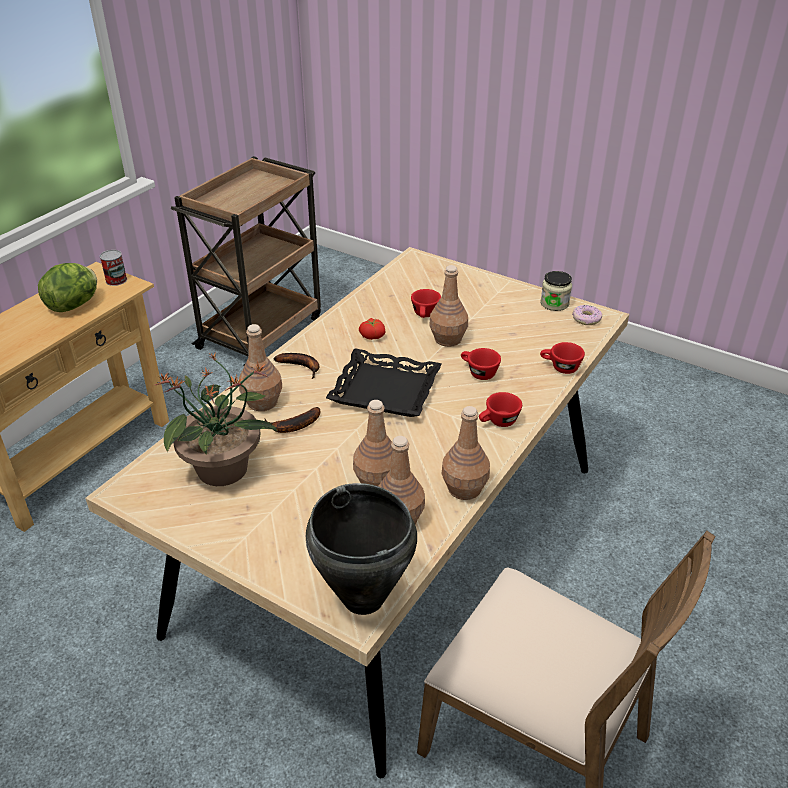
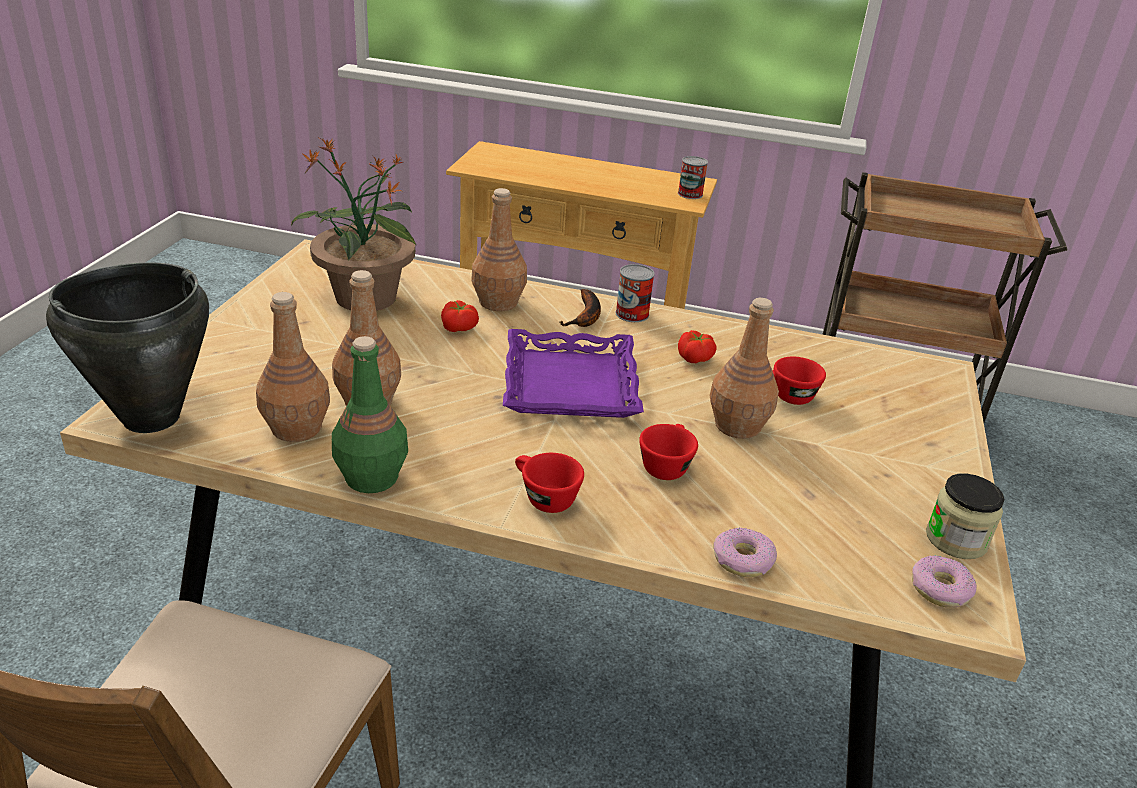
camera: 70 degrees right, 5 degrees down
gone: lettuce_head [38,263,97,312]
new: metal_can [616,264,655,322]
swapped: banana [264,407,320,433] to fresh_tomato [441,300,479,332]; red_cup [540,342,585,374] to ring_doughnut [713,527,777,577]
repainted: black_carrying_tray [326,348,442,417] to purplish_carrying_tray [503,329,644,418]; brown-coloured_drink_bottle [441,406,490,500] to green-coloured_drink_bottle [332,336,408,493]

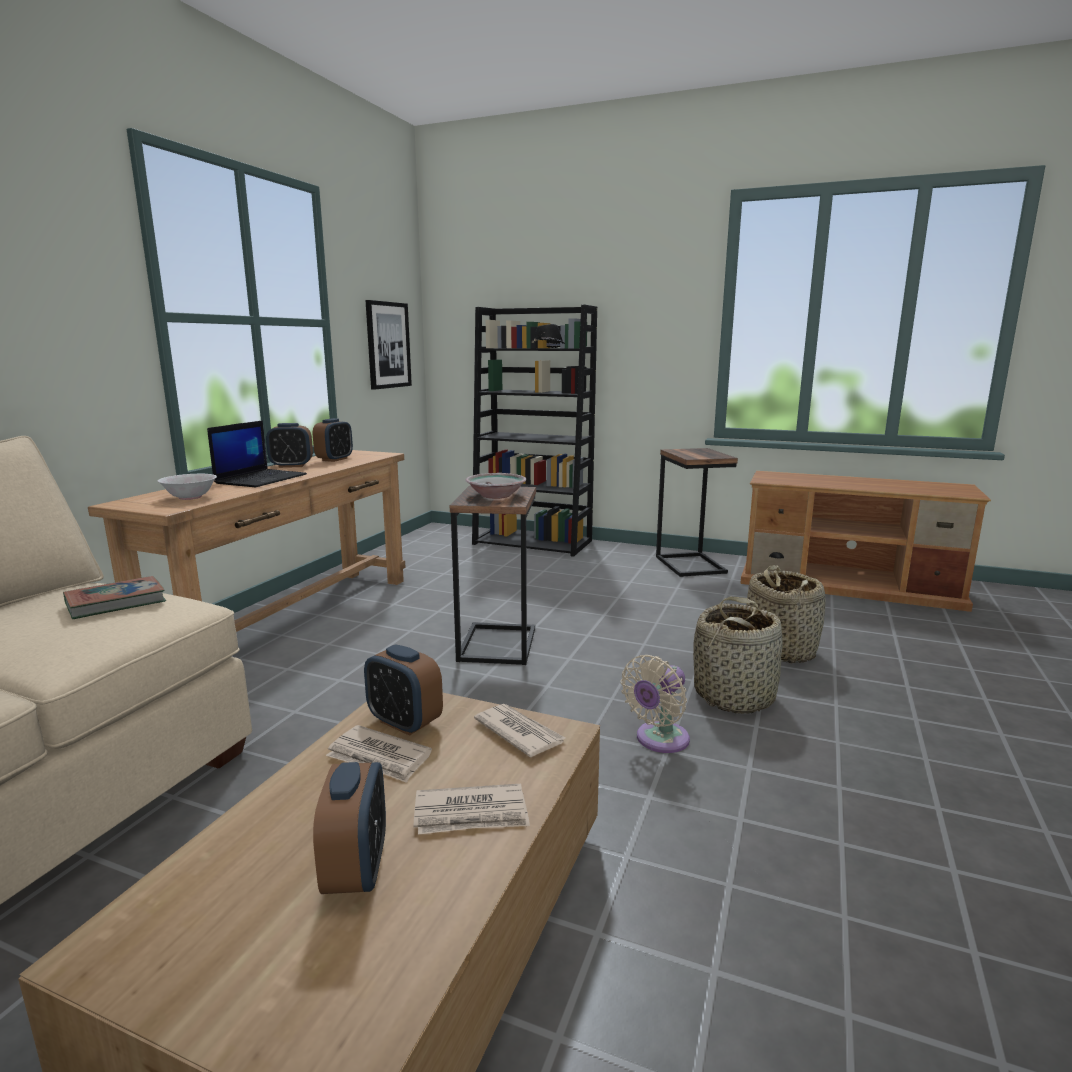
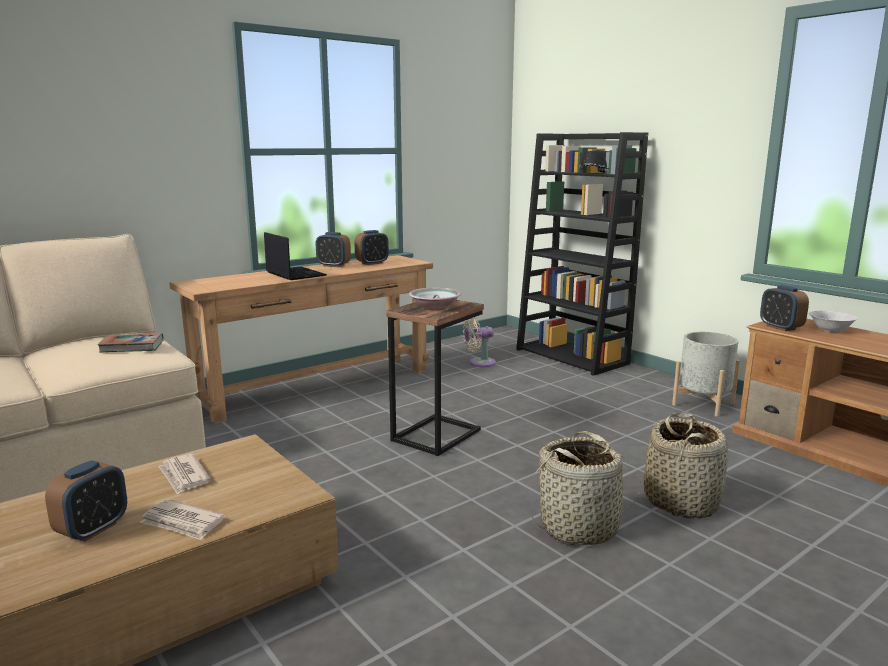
camera: 30 degrees right, 0 degrees up
gone: wall_picture [365,300,412,390]; printed_paper [474,704,565,757]
shifted: white-coloured_deep_dish [158,474,217,500] to [809,311,858,333]; bedside_clock [364,645,443,736] to [760,285,809,331]; beige-coloured_electric_fan [621,655,690,753] to [463,317,496,367]
swapped: end_table [656,448,738,577] to greyish_planter [672,332,740,417]
rotated: portable_computer [207,420,307,487] = [264,232,327,280] 90 degrees counterclockwise

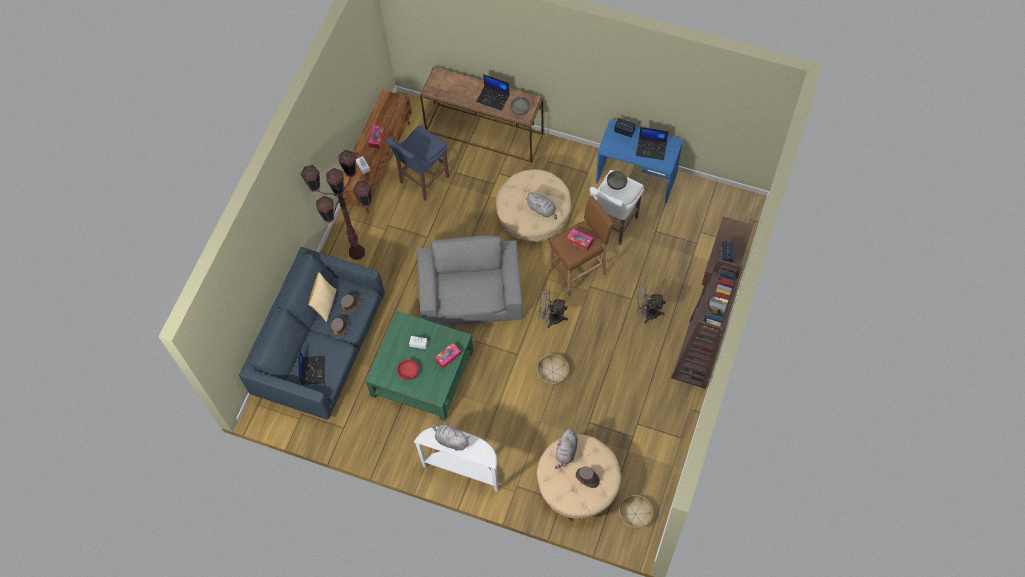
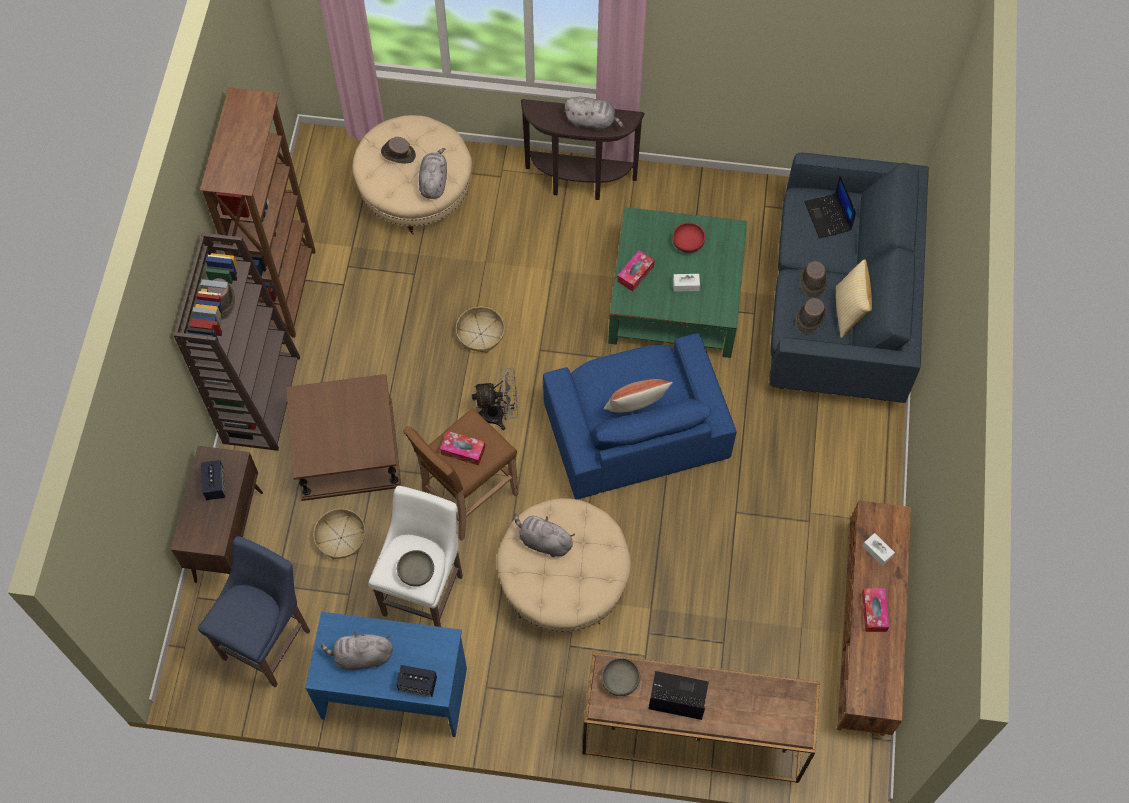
camera: 165 degrees right, 0 degrees up
gone: brown-coloured_floor_lamp [301,150,372,260]
new: brown-coloured_shelving_unit [200,87,316,338]; pillow [604,379,673,413]
shifted: bluish_sitting_stool [386,125,449,201] to [198,536,310,688]; household_basket [619,495,653,528] to [313,509,366,560]
swapped: portable_computer [636,127,669,160] to greyish_cuddly_toy [321,631,393,670]; greyish_electric_fan [637,285,666,323] to brown-coloured_end_table [286,374,401,501]
repainted: white-coloured_narrow_table [414,426,498,492] to brown-coloured_narrow_table [521,99,645,200]; greyish_armchair [417,236,523,326] to bluish_armchair [543,333,737,499]

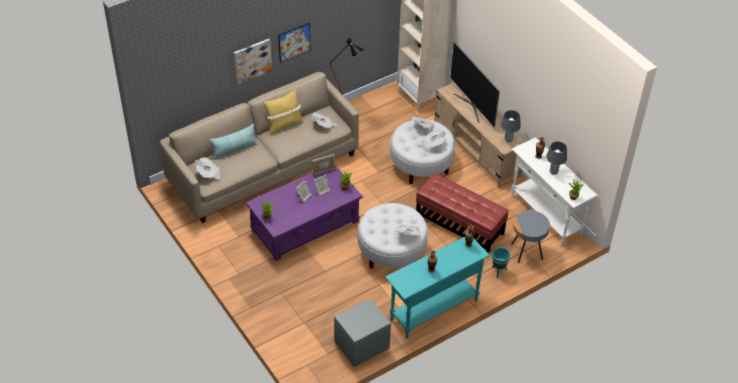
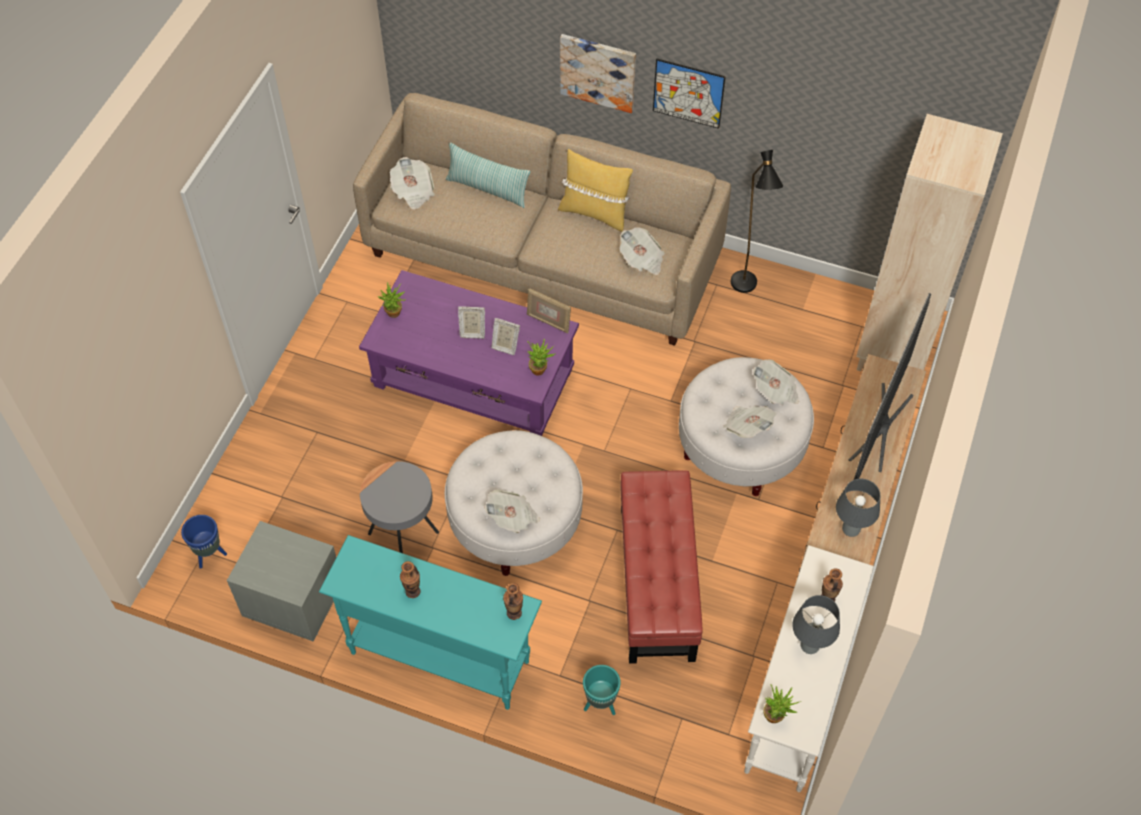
camera: 55 degrees right, 10 degrees up
new: bluish_planter [181,515,227,569]
shifted: greyish_end_table [511,210,550,263] to [360,461,439,553]

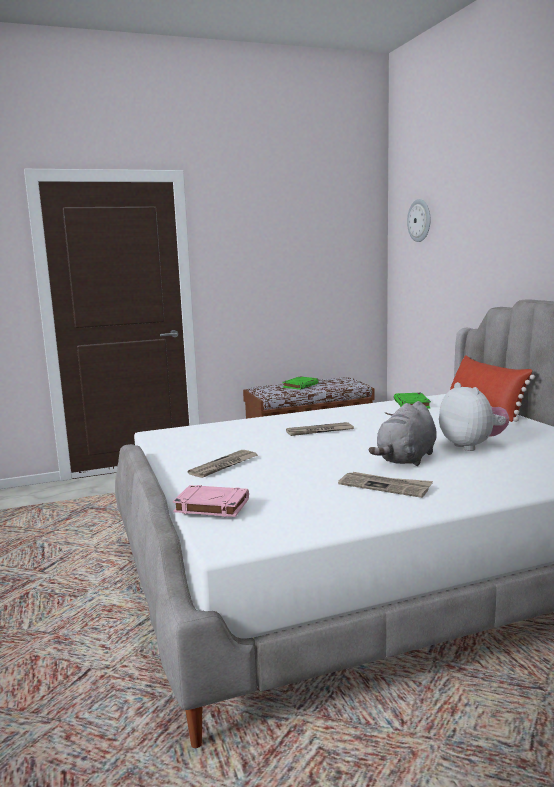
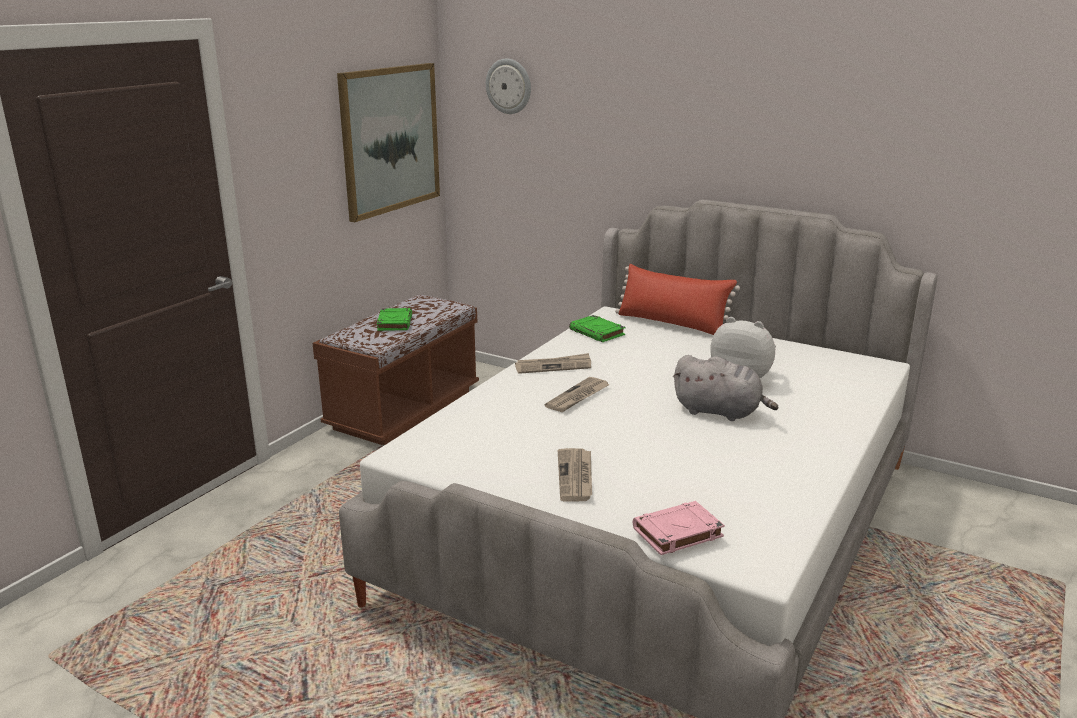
camera: 40 degrees left, 10 degrees up
new: wall_picture [337,63,440,222]
shifted: printed_paper [338,472,433,498] to [515,353,591,374]
rotated: greyish_cuddly_toy [369,401,437,466] = [673,355,778,421] 60 degrees counterclockwise

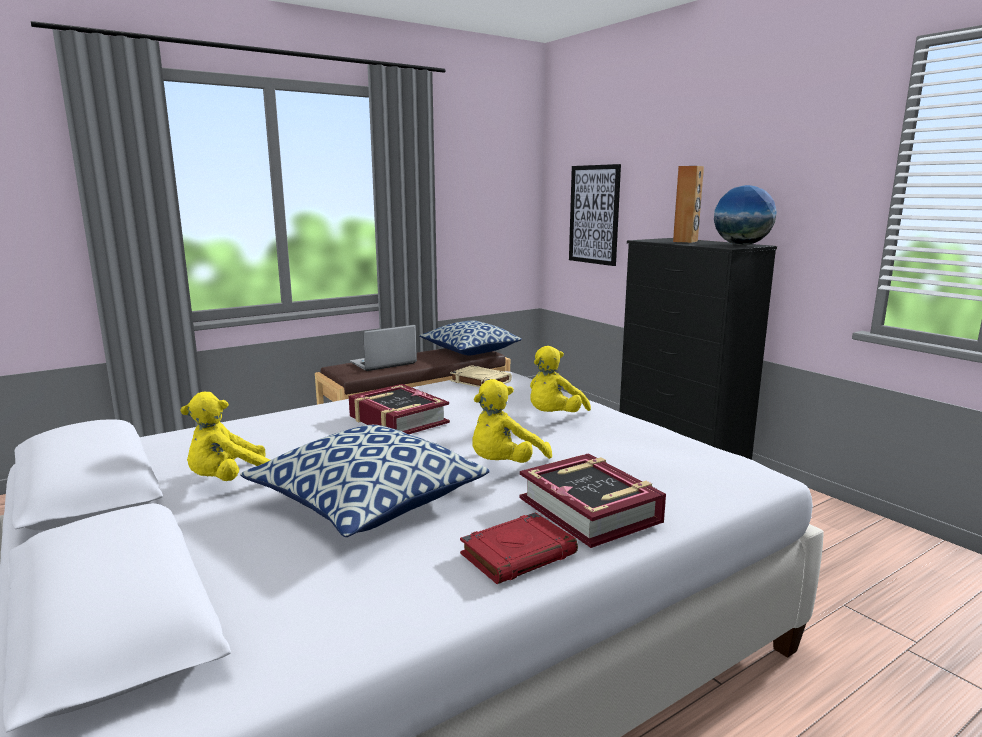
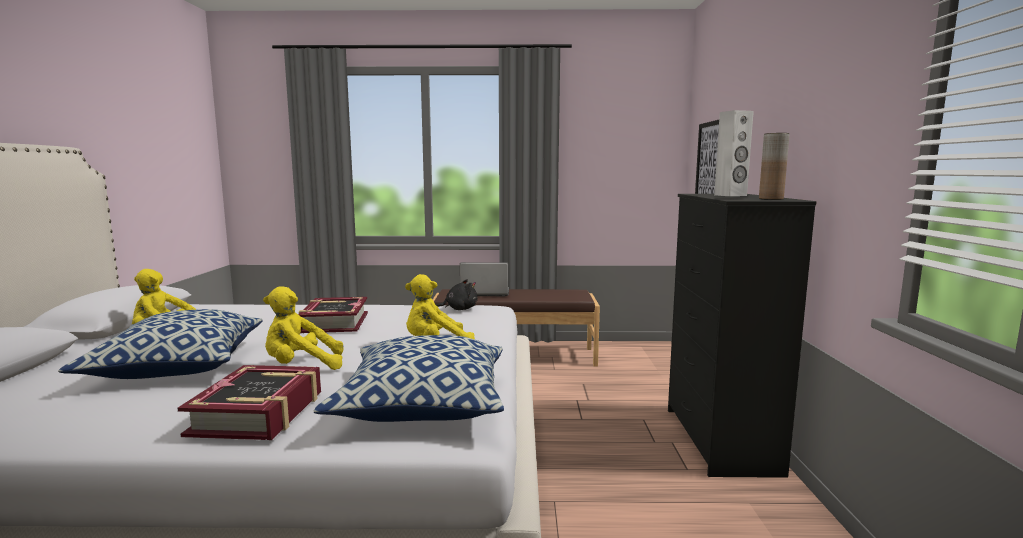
camera: 35 degrees right, 5 degrees down
gone: red_bound_book [460,512,578,584]
shifted: pillow [419,320,522,355] to [313,335,504,422]
swapped: beige-coloured_bound_book [450,365,512,387] to black_cuddly_toy [436,279,478,310]; desk_globe [714,185,777,245] to brown-coloured_vase [759,133,790,200]
repainted: brown-coloured_loudspeaker [673,166,704,243] to white-coloured_loudspeaker [714,110,754,196]

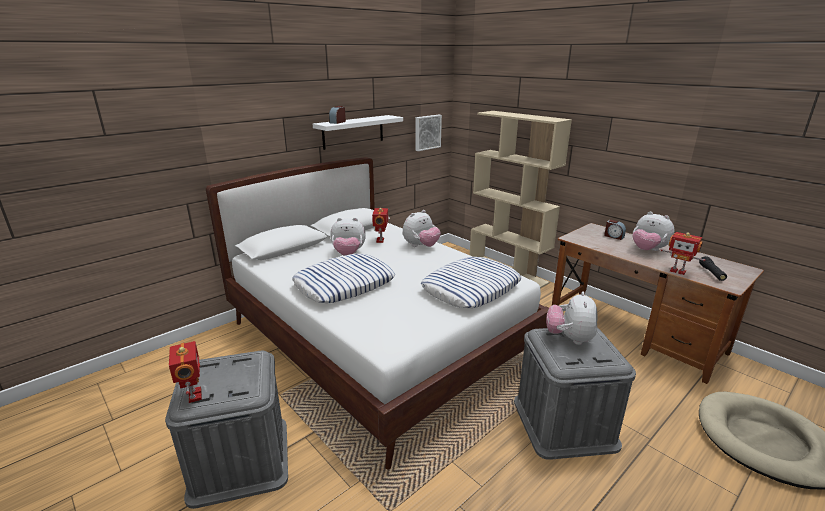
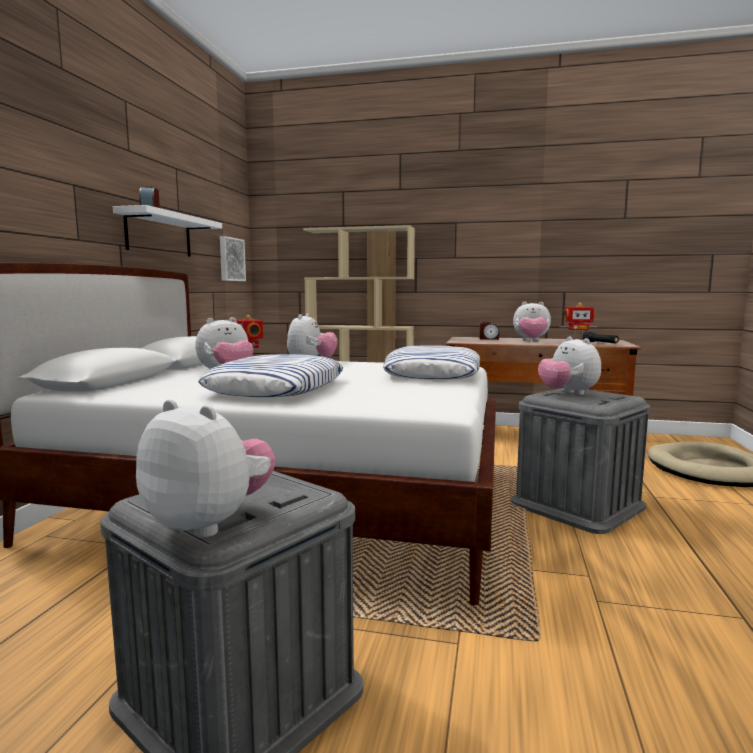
camera: 35 degrees left, 15 degrees down
swapped: model_robot [169,341,202,403] to cuddly_toy [136,399,275,538]

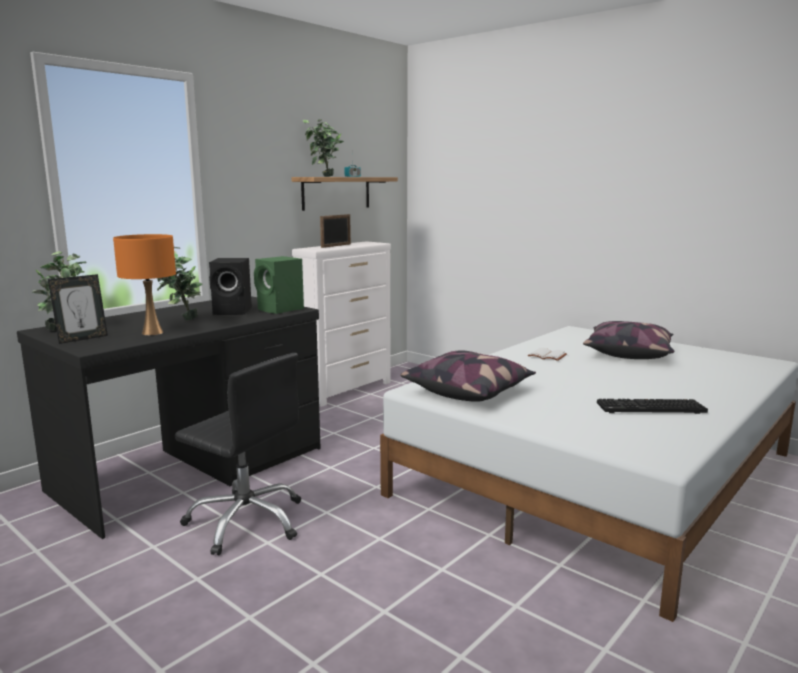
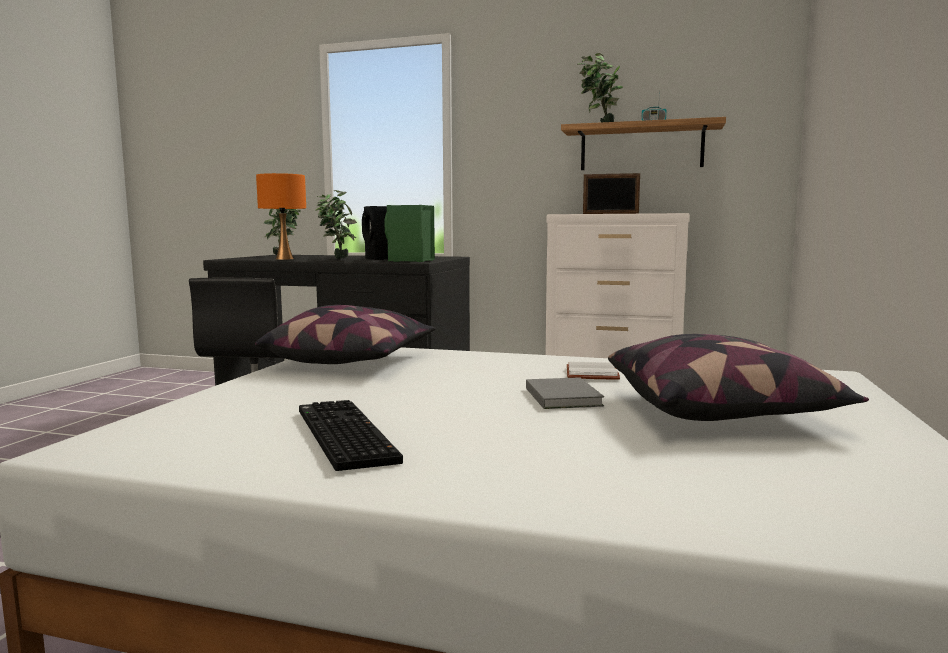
camera: 65 degrees right, 5 degrees down
gone: photo_frame [48,274,108,344]
new: greyish_bound_book [526,377,604,409]

